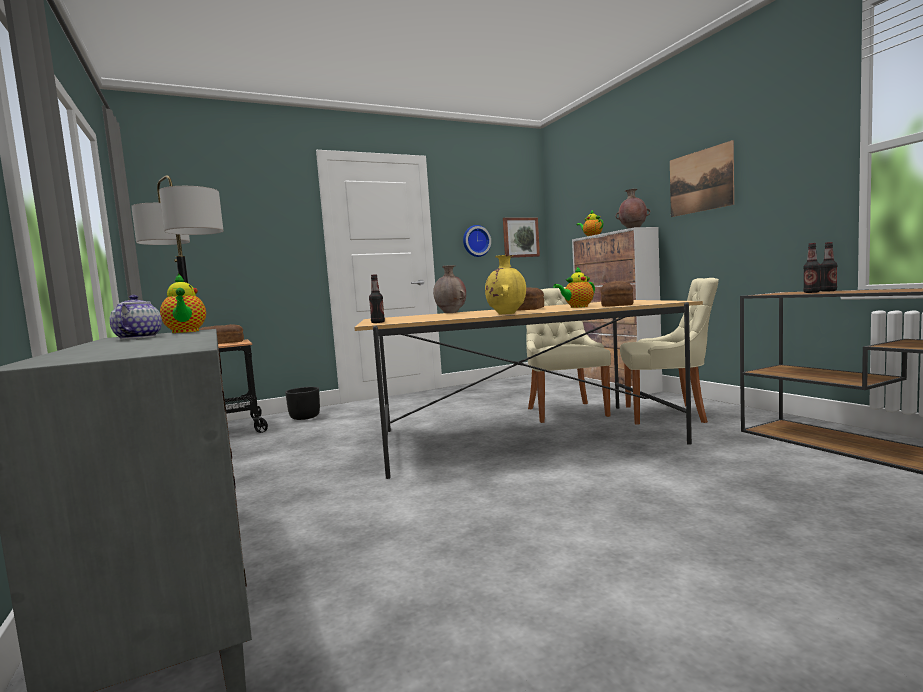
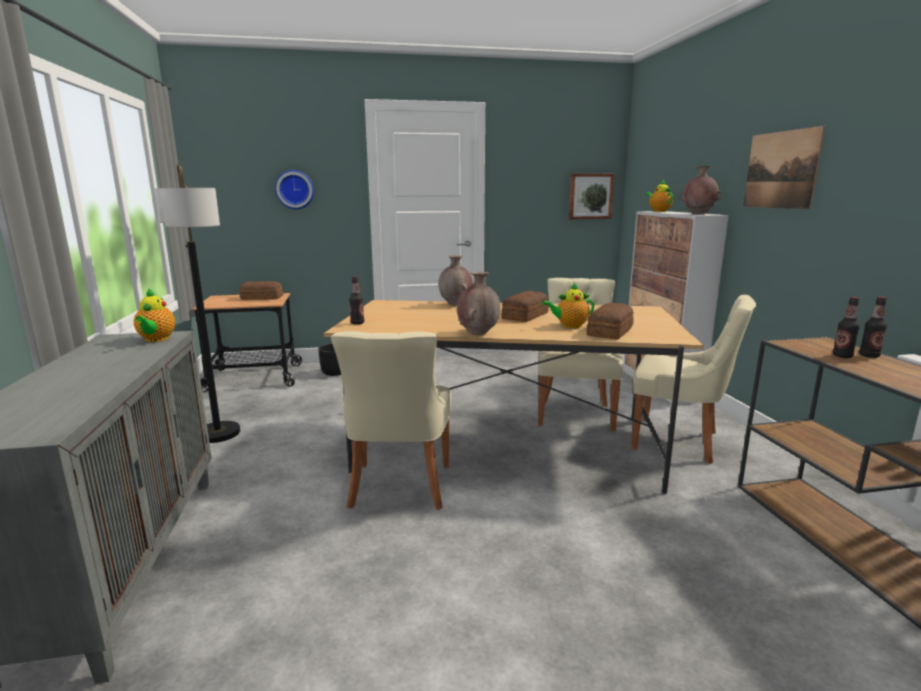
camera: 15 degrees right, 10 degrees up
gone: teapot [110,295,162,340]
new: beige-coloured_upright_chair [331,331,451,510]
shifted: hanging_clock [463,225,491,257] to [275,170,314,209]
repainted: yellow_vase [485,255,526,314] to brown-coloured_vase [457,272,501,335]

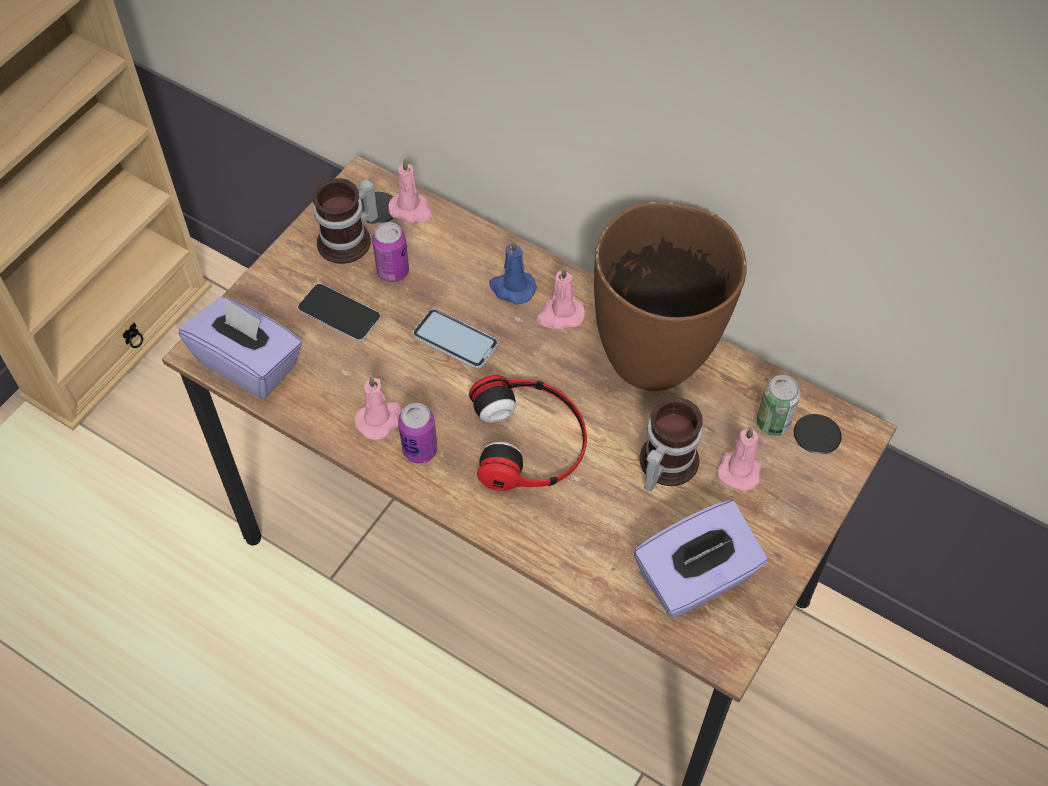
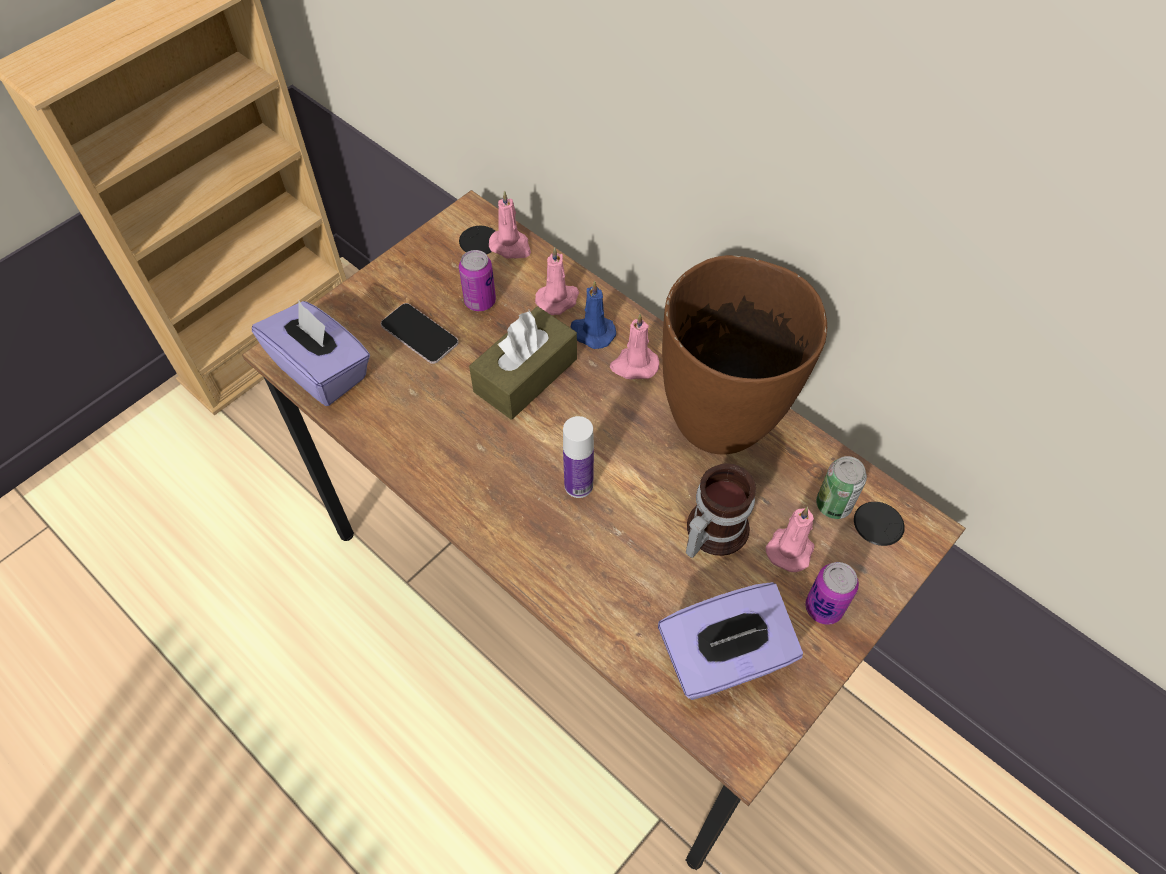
camera: 10 degrees right, 0 degrees up
gone: coffee_mug [312,178,378,264]
shifted: pink_wax_light [355,375,402,440] to [535,247,579,315]; metal_can [398,403,437,464] to [805,562,859,625]
swapped: phone [413,309,498,369] to brown-coloured_tissue_holder [469,306,577,419]; pair_of_headphones [469,375,587,491] to drink_bottle [563,416,594,498]

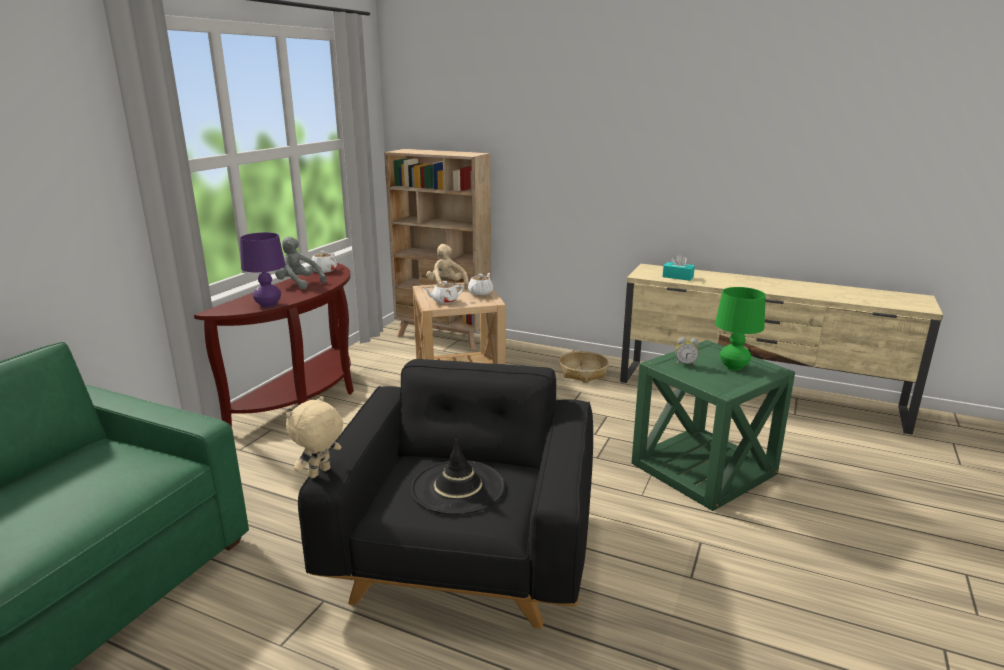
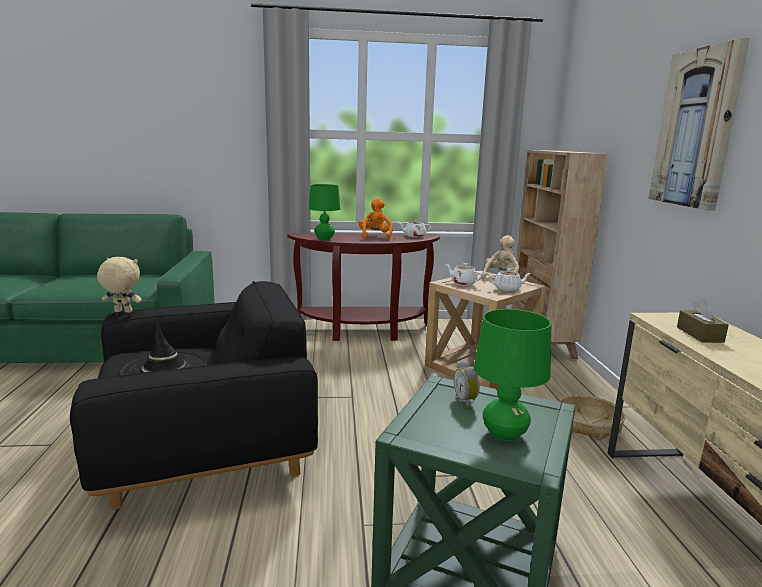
camera: 60 degrees right, 5 degrees down
new: wall_picture [648,38,750,211]
repainted: purplish_tabletop_lamp [240,232,285,307] to green-coloured_tabletop_lamp [309,184,340,240]; greyish_cuddly_toy [275,236,326,290] to orange-coloured_cuddly_toy [359,198,393,240]; turquoise-coloured_tissue_holder [662,254,695,281] to brown-coloured_tissue_holder [677,299,729,343]

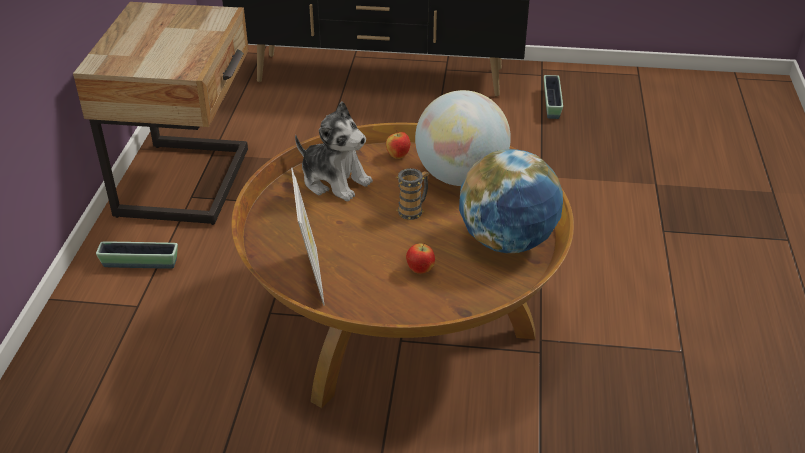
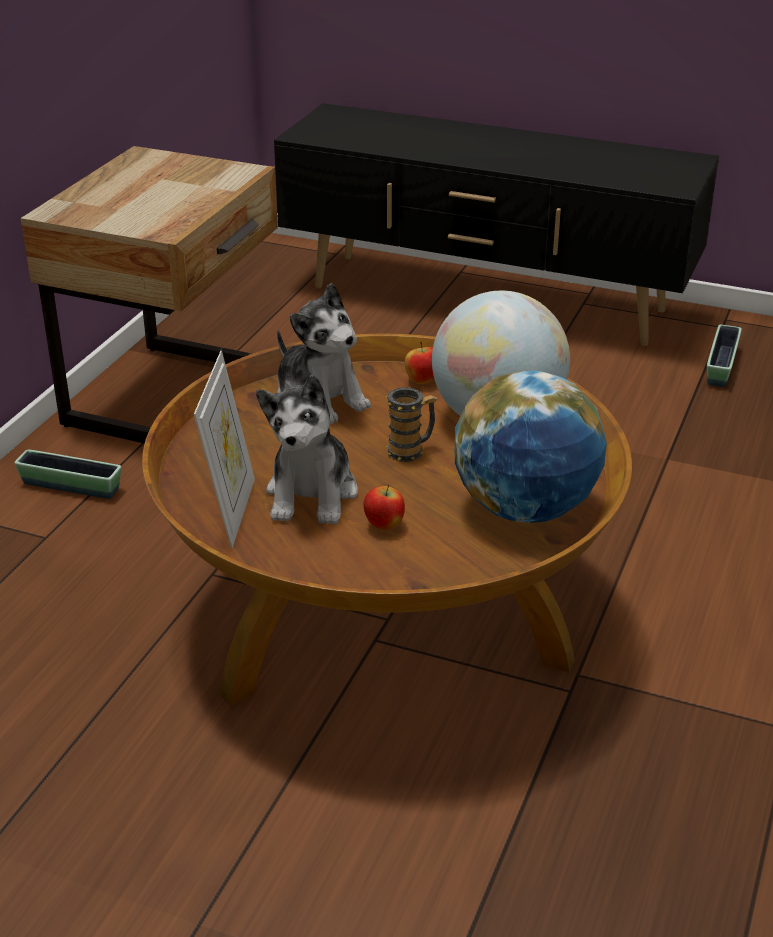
camera: 15 degrees right, 5 degrees down
new: cuddly_toy [256,374,358,525]

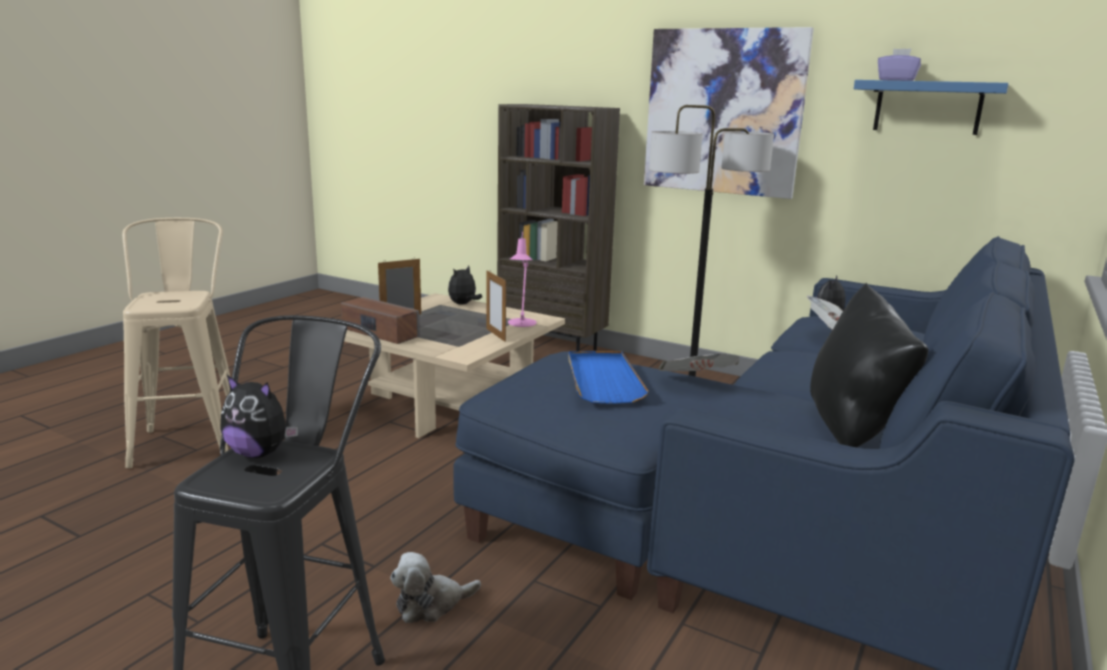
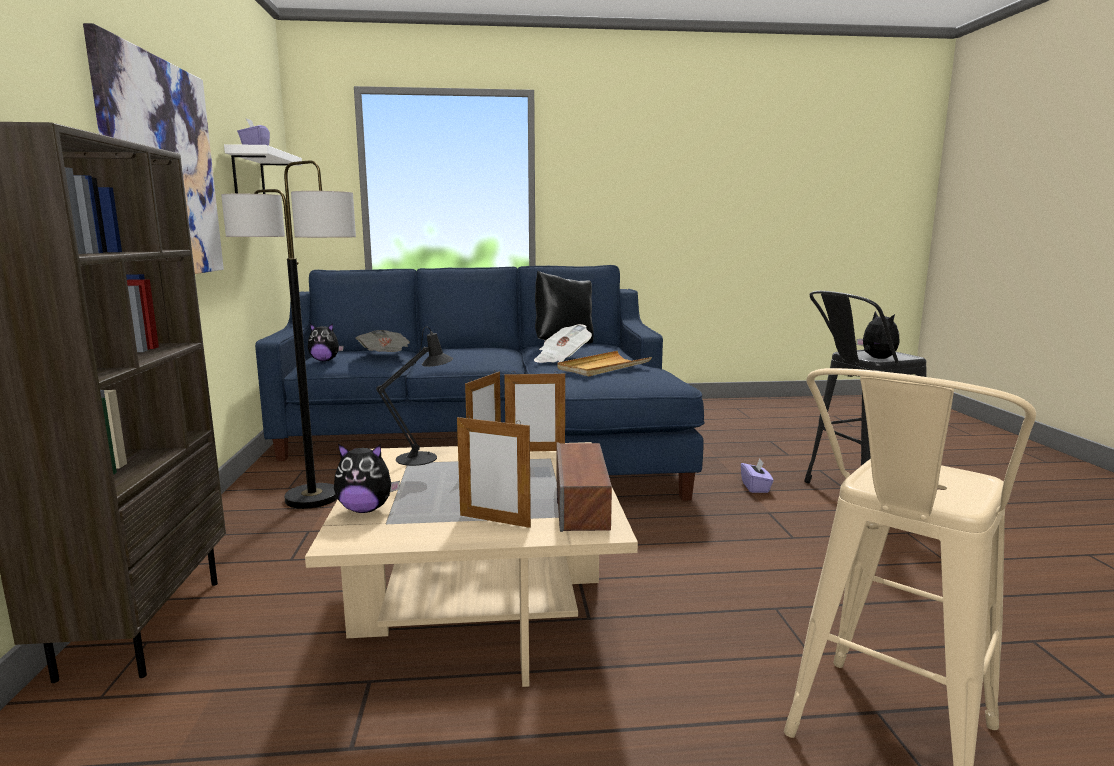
camera: 125 degrees left, 5 degrees down
new: photo_frame [504,371,565,451]
swapped: cuddly_toy [390,552,481,623] to purplish_tissue_holder [741,459,774,493]
repainted: pink_tabletop_lamp [508,232,537,327] to black_tabletop_lamp [376,326,453,466]; bluish_carrying_tray [569,351,649,404] to beige-coloured_carrying_tray [557,351,652,377]; bluish_shelf [854,80,1008,135] to white-coloured_shelf [224,144,302,194]

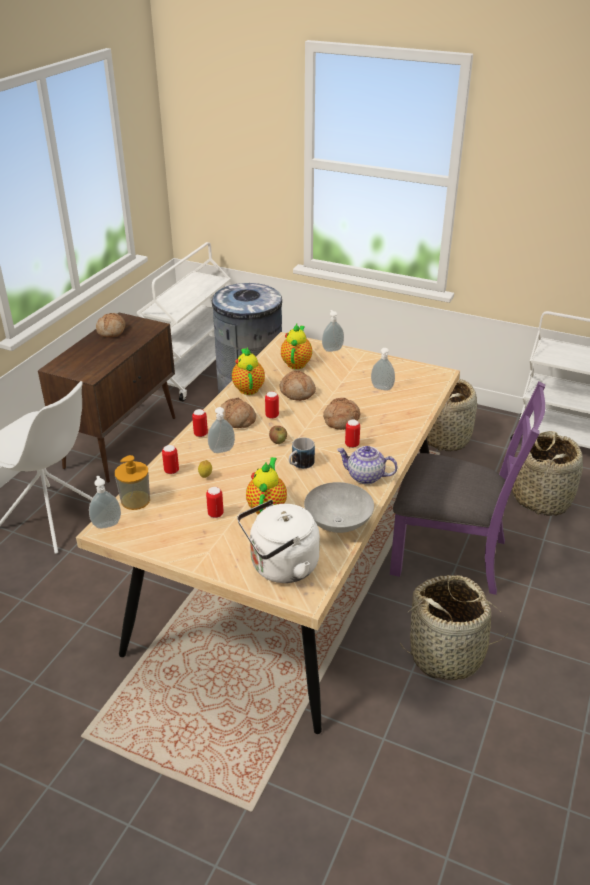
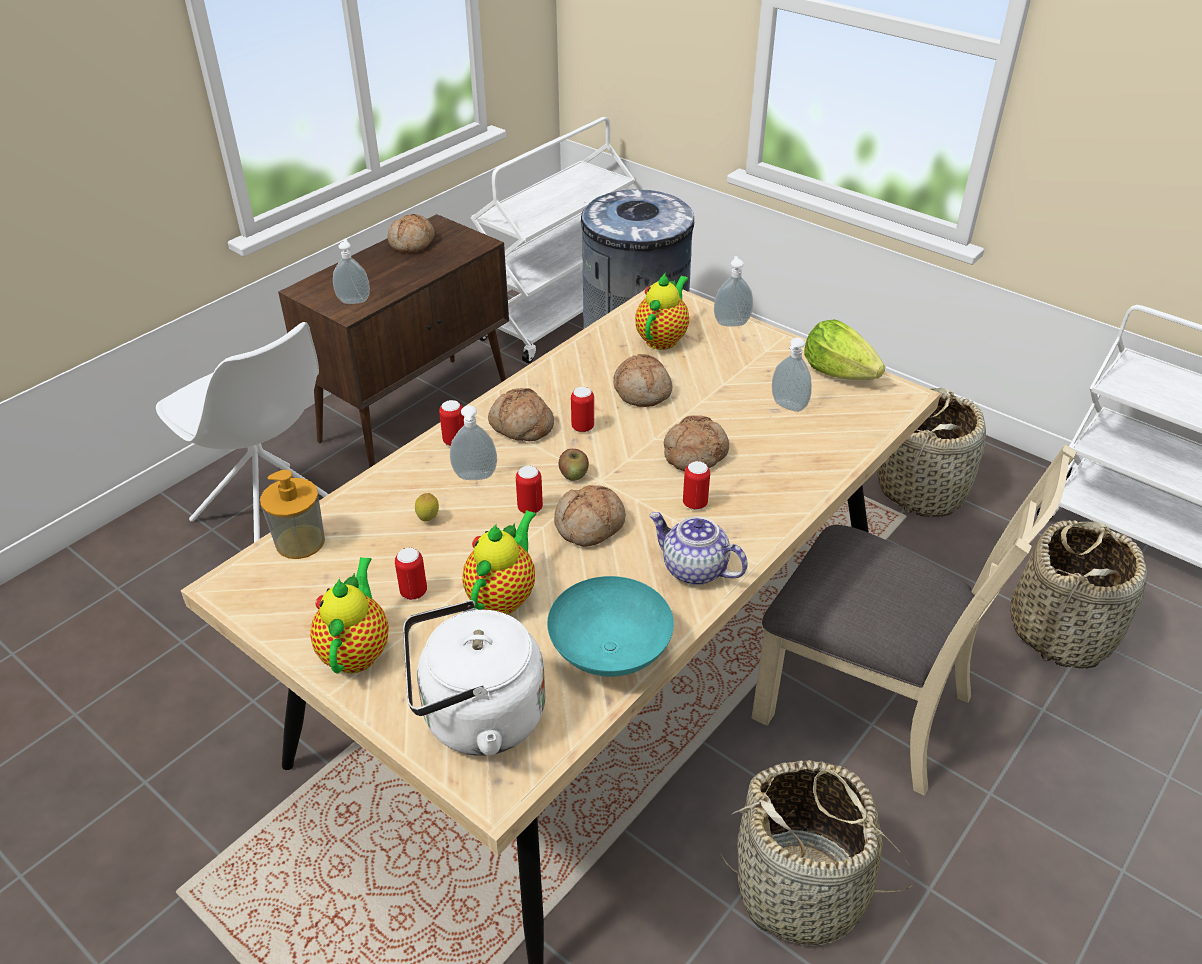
camera: 15 degrees right, 5 degrees up
new: lettuce_head [804,319,885,380]
shifted: soap_bottle [89,476,121,529] to [333,239,370,304]; metal_can [162,445,179,474] to [516,466,543,514]; teapot [232,347,265,395] to [310,557,389,673]
swapped: coffee_mug [289,437,315,469] to bakery_bread [554,485,626,547]
repainted: greyish_deep_dish [304,482,374,533] to turquoise-coloured_deep_dish [547,576,674,676]; purplish_upright_chair [390,381,545,595] to beige-coloured_upright_chair [752,444,1077,796]

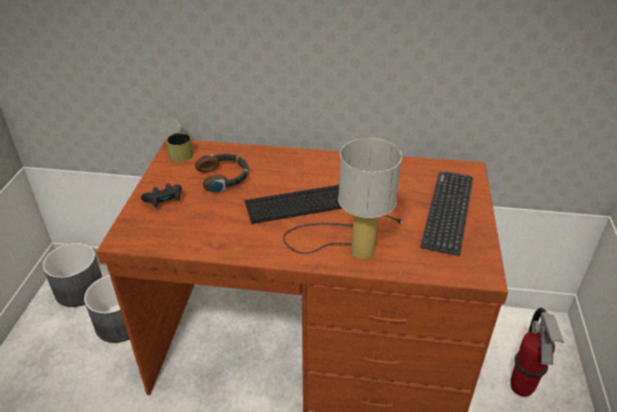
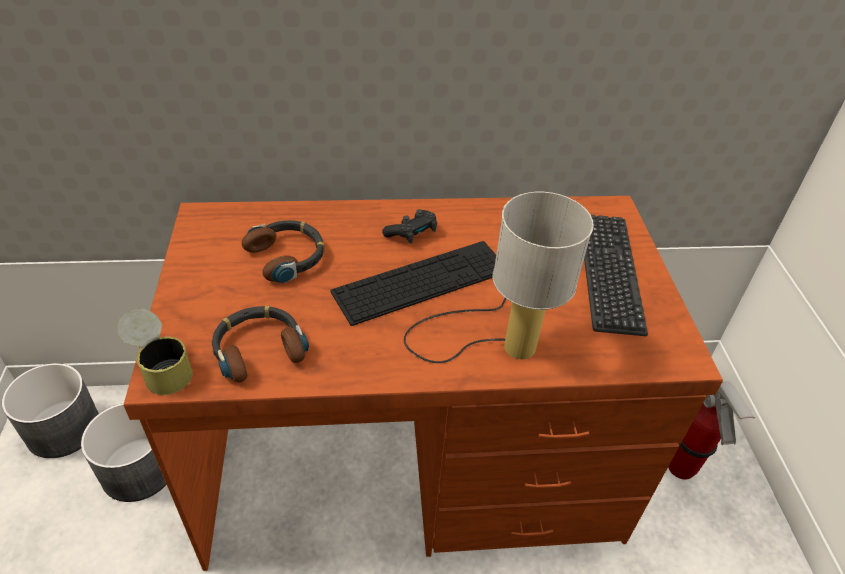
camera: 15 degrees left, 5 degrees up
new: pair_of_headphones [212,305,309,382]
shifted: black_game_controller [141,183,182,208] to [382,209,437,244]; metal_can [159,117,194,162] to [117,309,193,395]

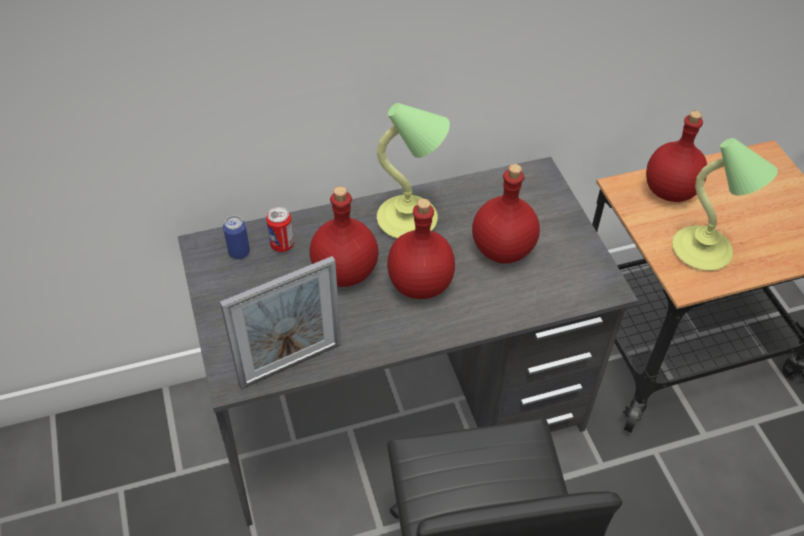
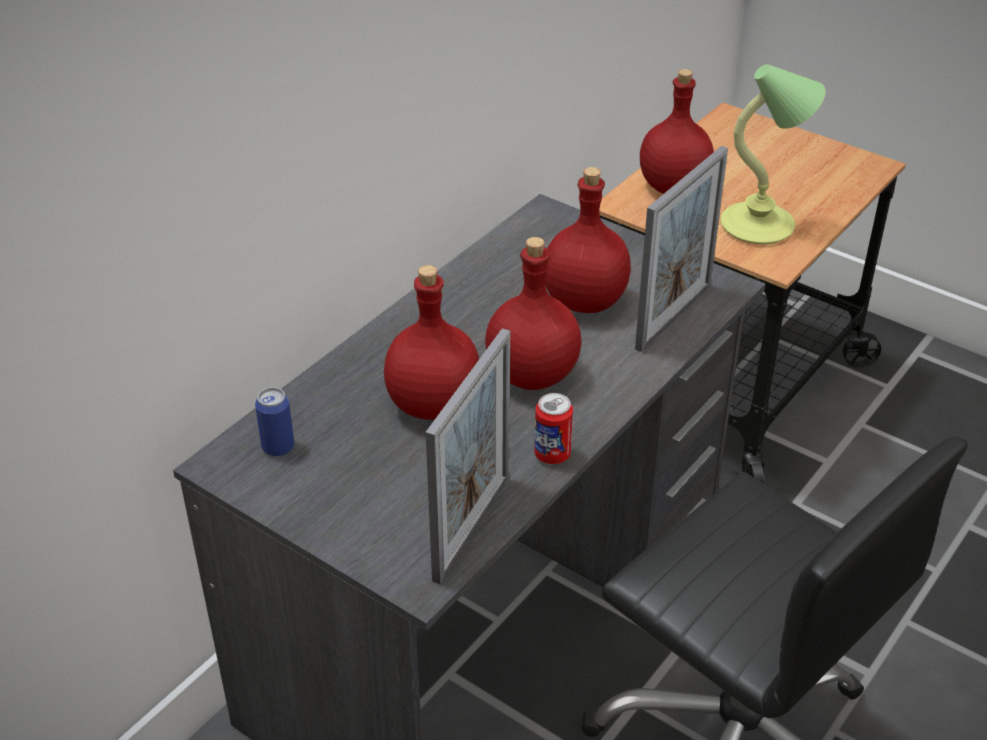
camera: 35 degrees left, 10 degrees down
gone: tabletop_lamp [377,103,450,238]
new: photo_frame [635,146,728,352]
shifted: metal_can [266,207,294,252] to [534,393,573,464]

